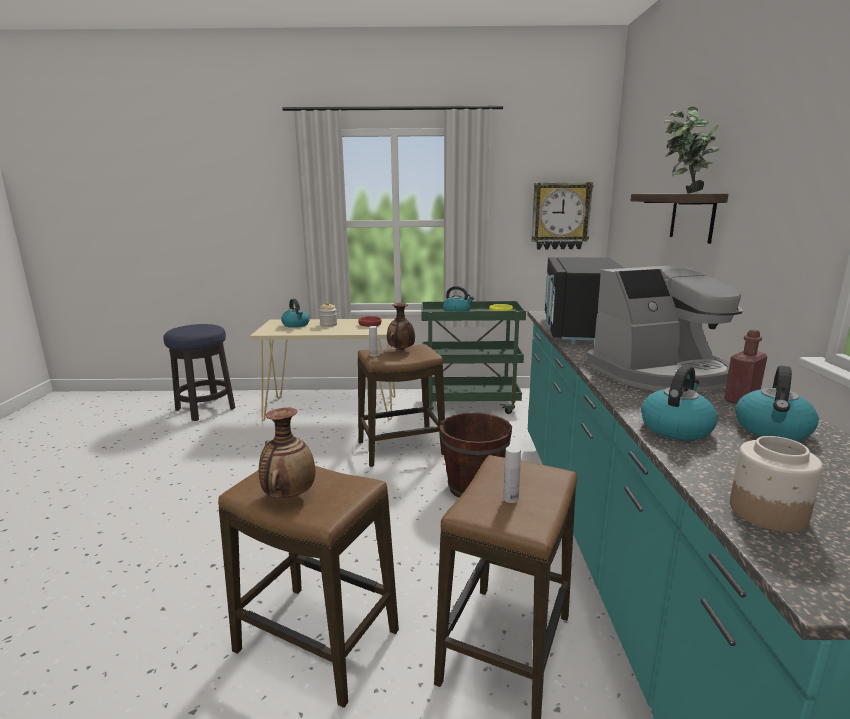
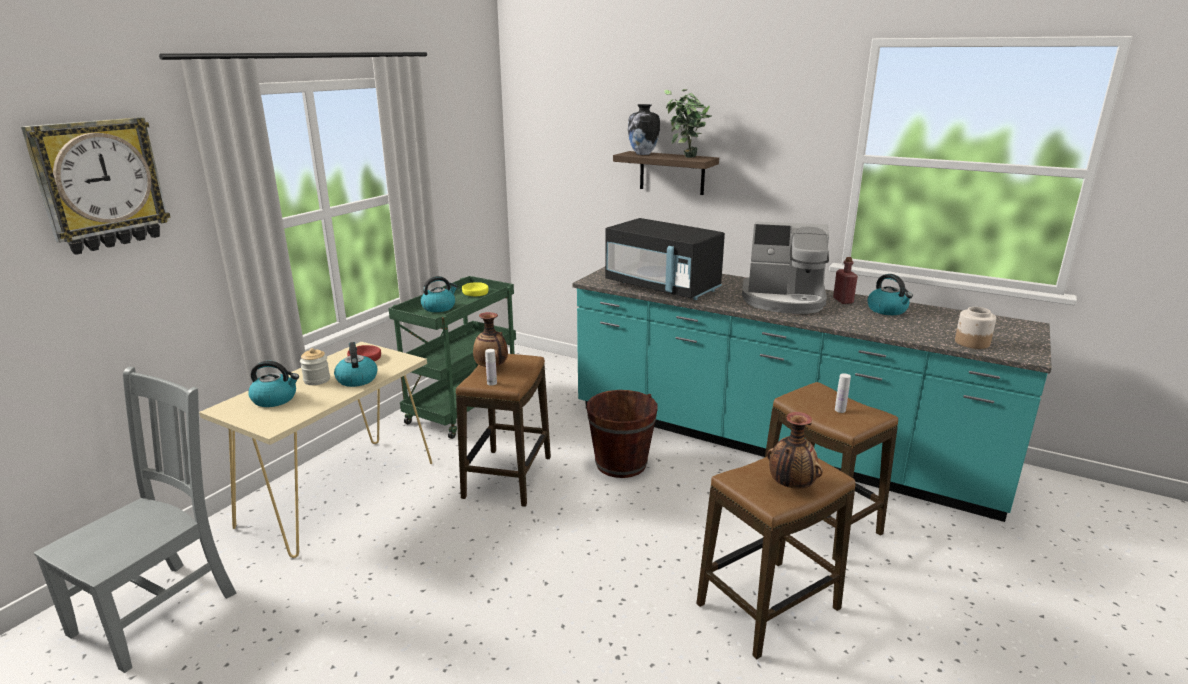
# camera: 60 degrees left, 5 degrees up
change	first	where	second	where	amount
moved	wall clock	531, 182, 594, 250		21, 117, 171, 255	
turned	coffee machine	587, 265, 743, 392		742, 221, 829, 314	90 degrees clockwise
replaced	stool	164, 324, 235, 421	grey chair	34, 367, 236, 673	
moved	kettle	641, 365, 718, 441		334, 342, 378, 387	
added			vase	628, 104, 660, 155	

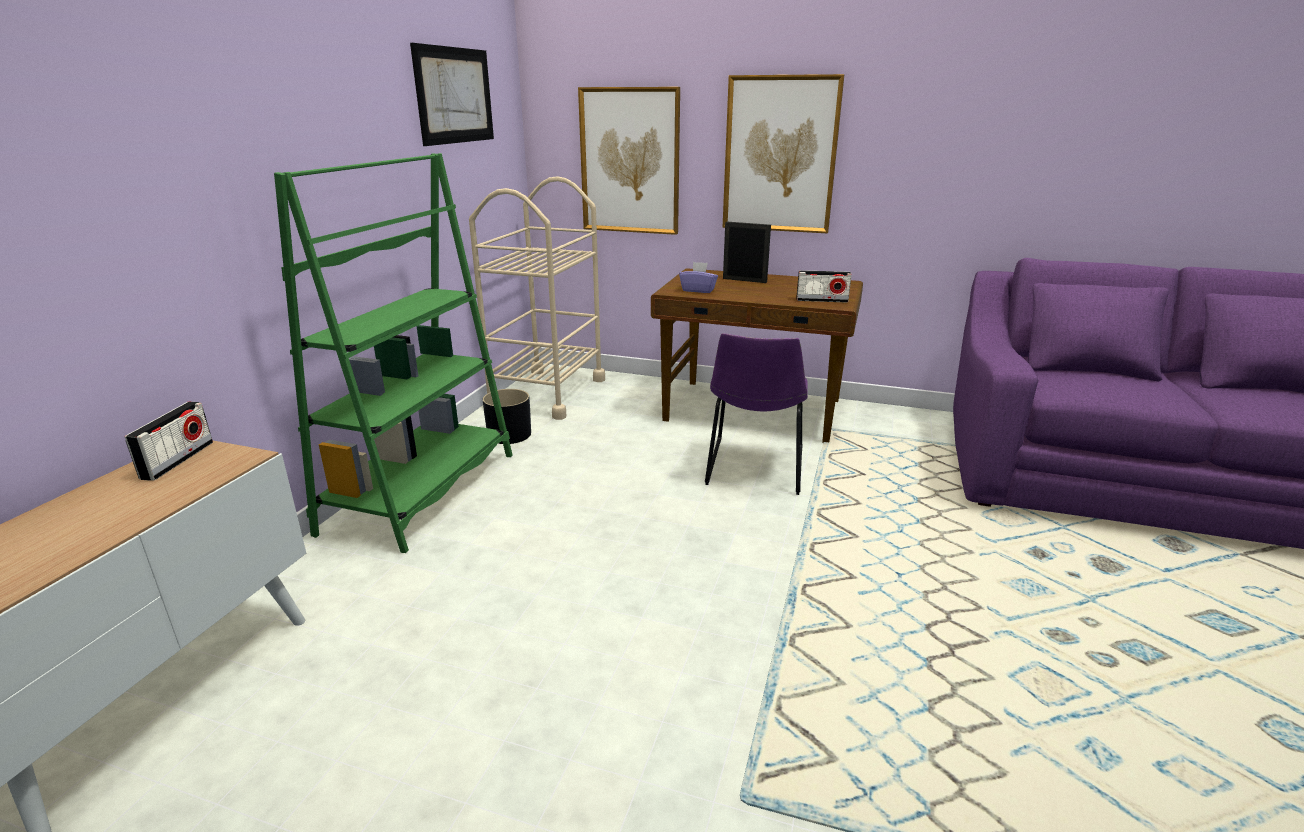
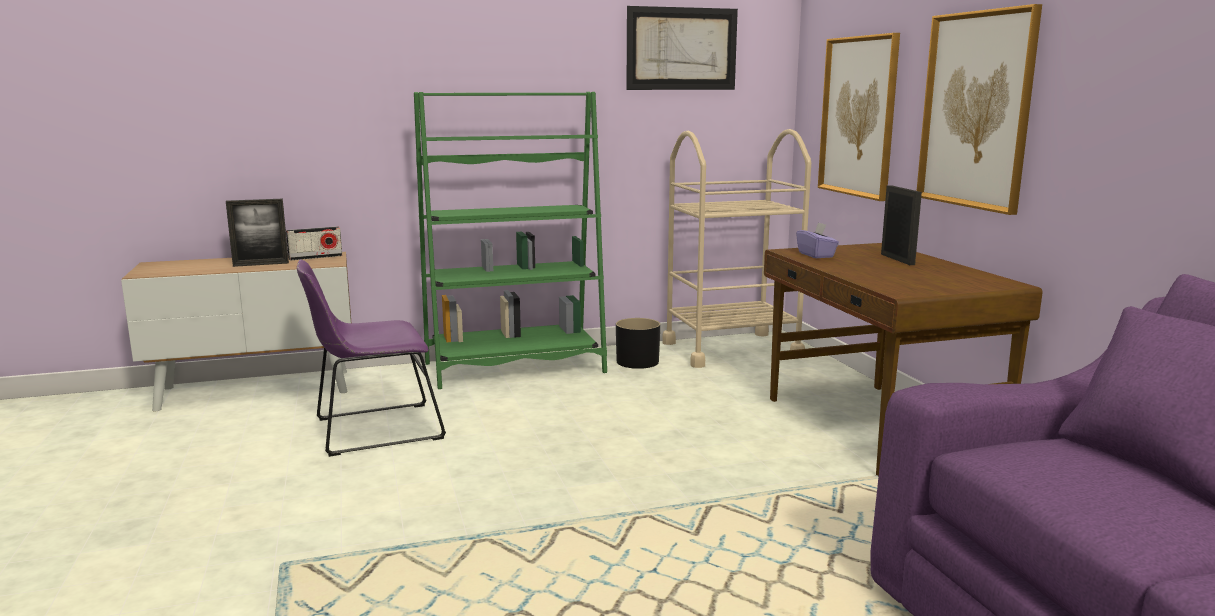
# camera: 55 degrees right, 10 degrees down
change	first	where	second	where	amount
removed	radio	796, 270, 852, 303			
moved	purple chair	705, 333, 808, 495		297, 259, 446, 457	
added			picture frame	226, 199, 289, 267	

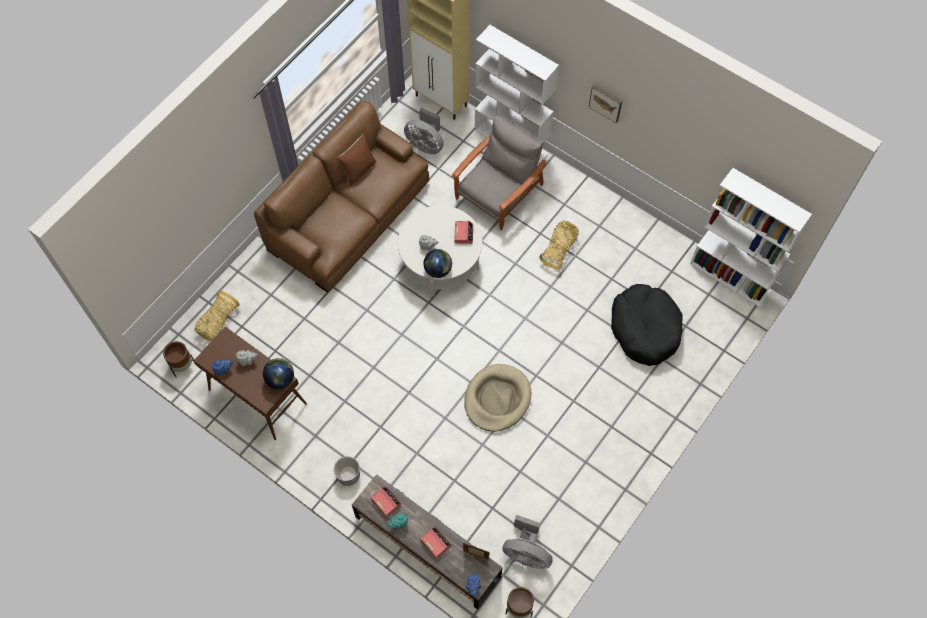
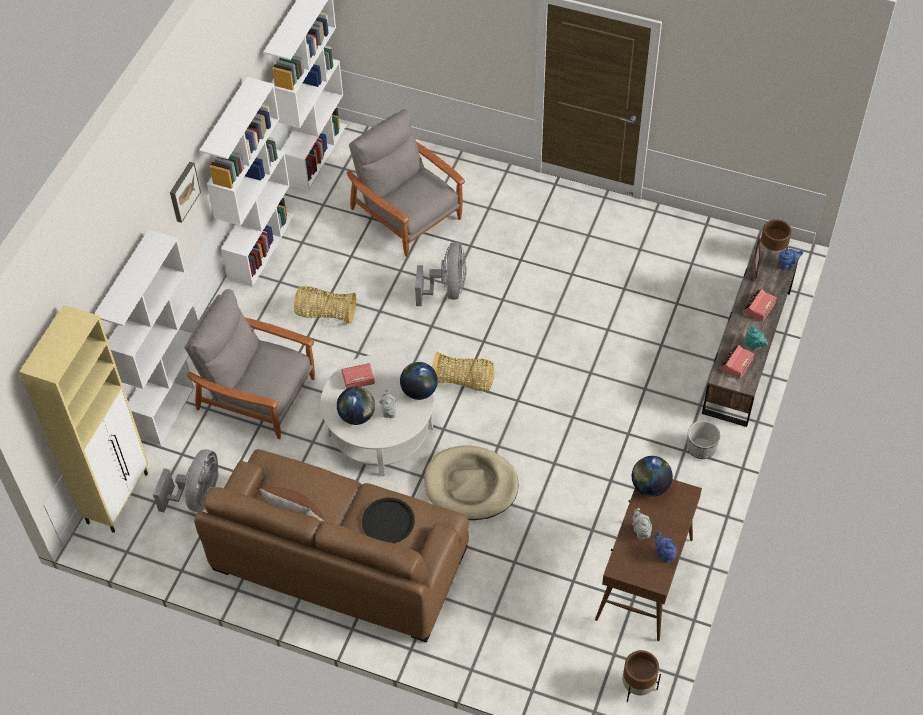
# camera: 105 degrees left, 10 degrees down
change	first	where	second	where	amount
replaced	black dog bed	611, 284, 683, 366	grey armchair	347, 109, 465, 257	
moved	basket	194, 291, 240, 341		432, 352, 494, 391	
moved	beige dog bed	465, 364, 531, 432		424, 446, 518, 520	
moved	grey fan	502, 515, 553, 569		415, 242, 467, 306	
added			white bookcase	199, 77, 294, 287	
added			globe	337, 387, 375, 425	
added			black tray	362, 498, 415, 543	

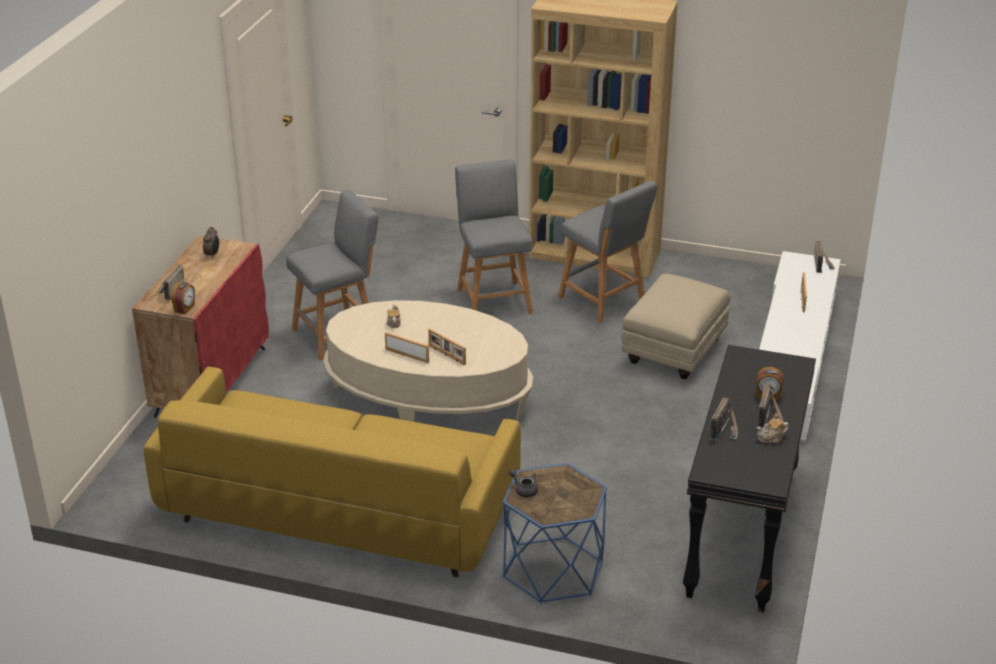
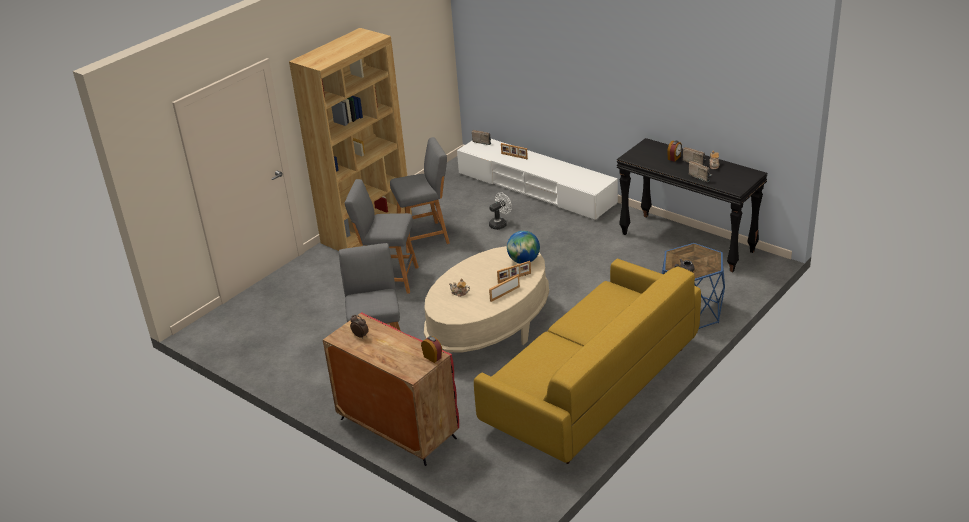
# camera: 65 degrees left, 0 degrees up
change	first	where	second	where	amount
removed	radio	159, 264, 184, 300			
replaced	beige ottoman	621, 274, 731, 379	white fan	489, 192, 512, 230	
added			globe	507, 231, 540, 264	

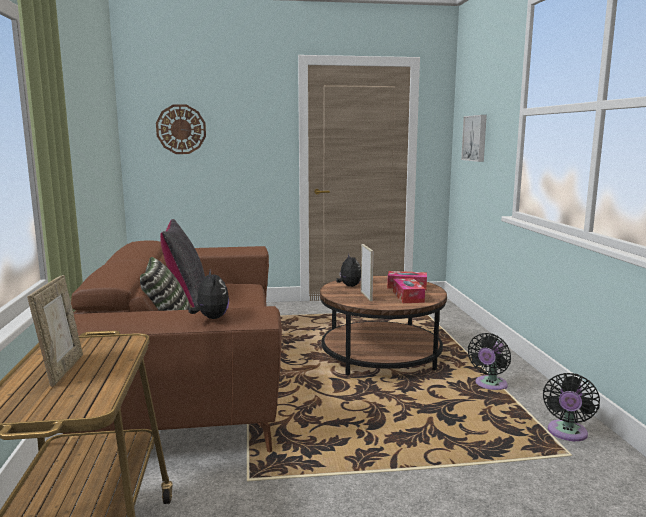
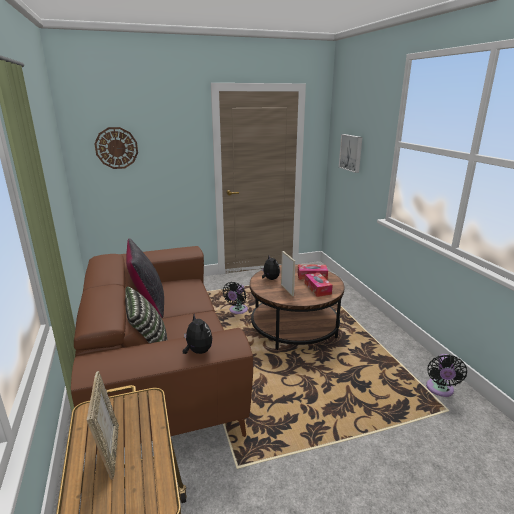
# camera: 10 degrees left, 10 degrees up
change	first	where	second	where	amount
moved	black fan	468, 333, 511, 390		222, 282, 248, 314	

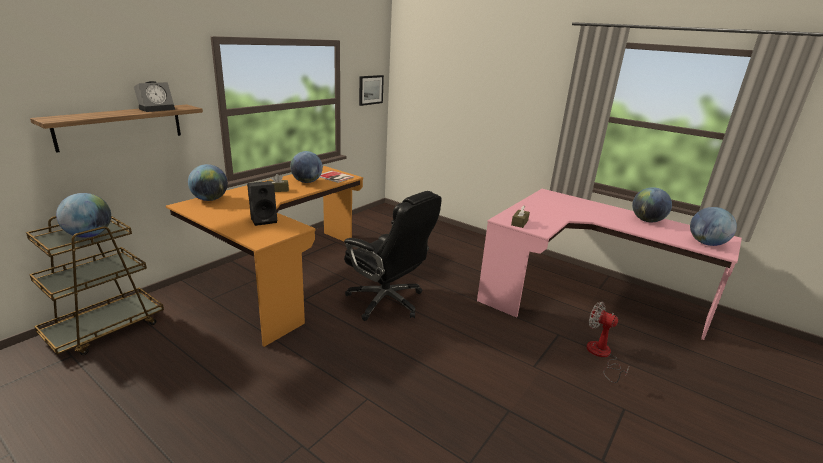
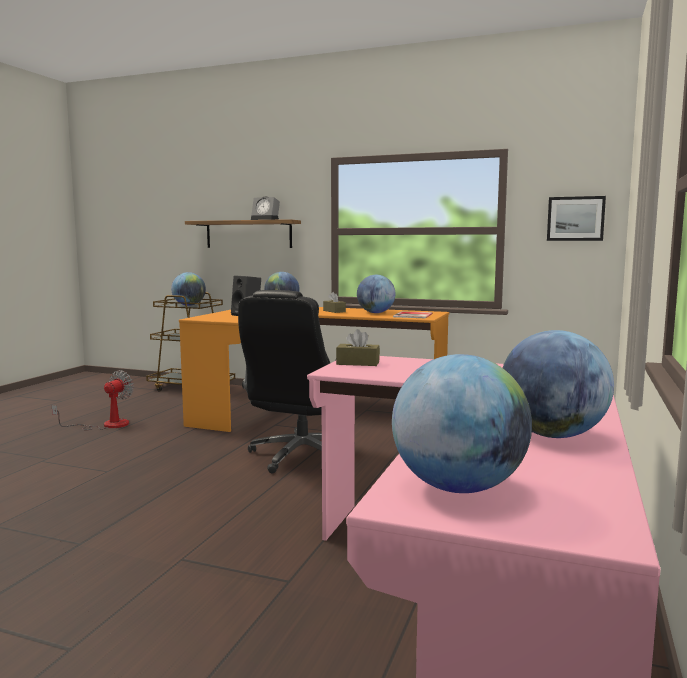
# camera: 75 degrees right, 15 degrees down
change	first	where	second	where	amount
moved	fan	586, 302, 629, 383		52, 370, 134, 430	

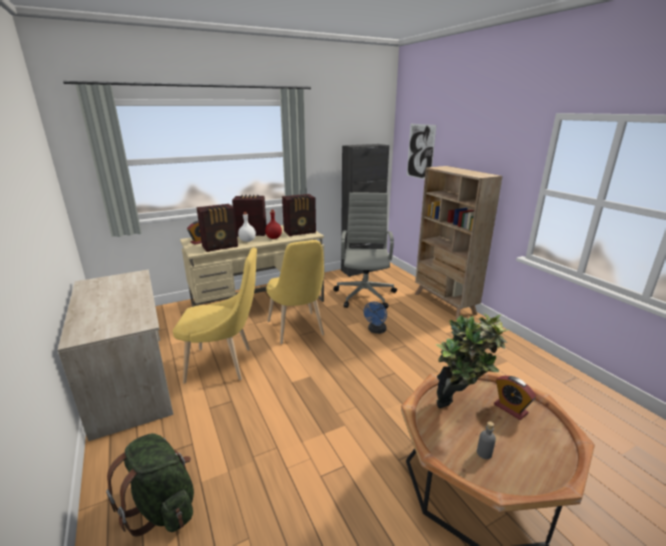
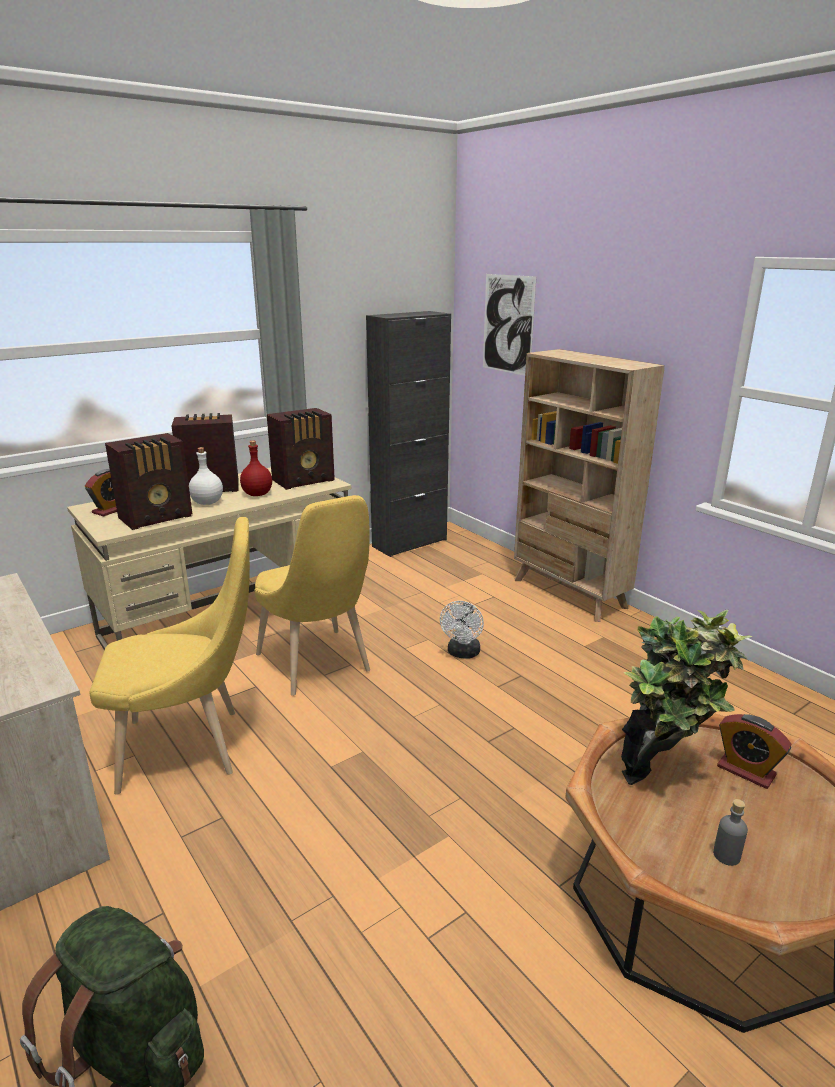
# camera: 10 degrees left, 0 degrees up
change	first	where	second	where	amount
removed	grey office chair	333, 193, 397, 309			
recoloured	blue fan	364, 302, 387, 334	white fan	440, 601, 484, 658	

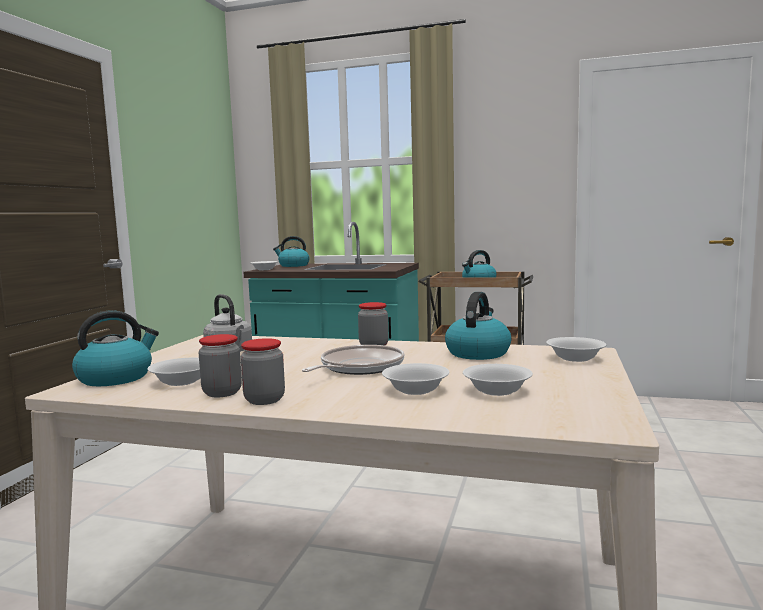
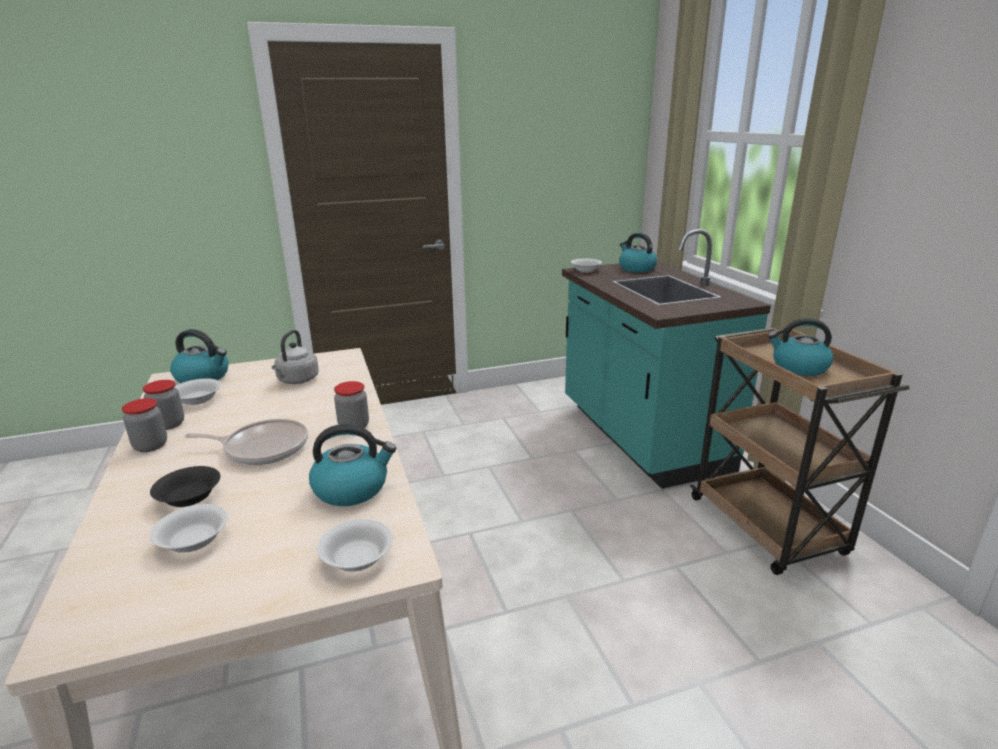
# camera: 55 degrees right, 15 degrees up
change	first	where	second	where	amount
recoloured	white bowl	382, 363, 449, 395	black bowl	150, 466, 220, 507	

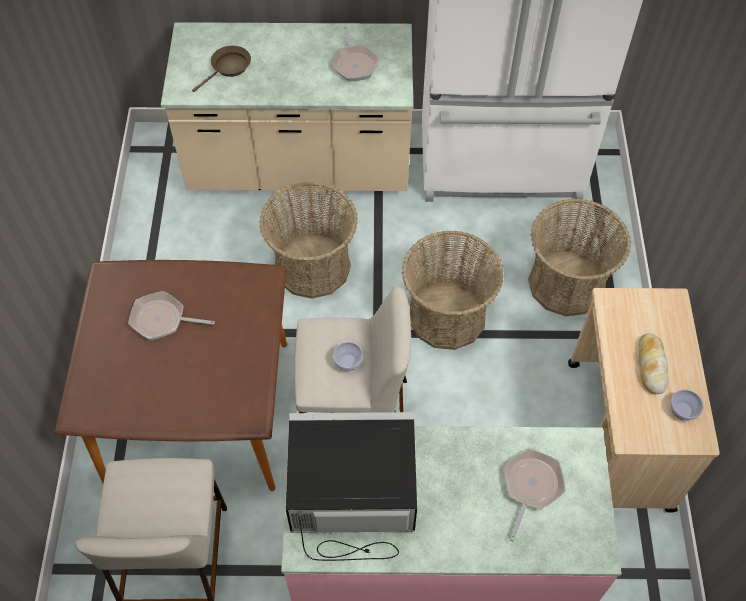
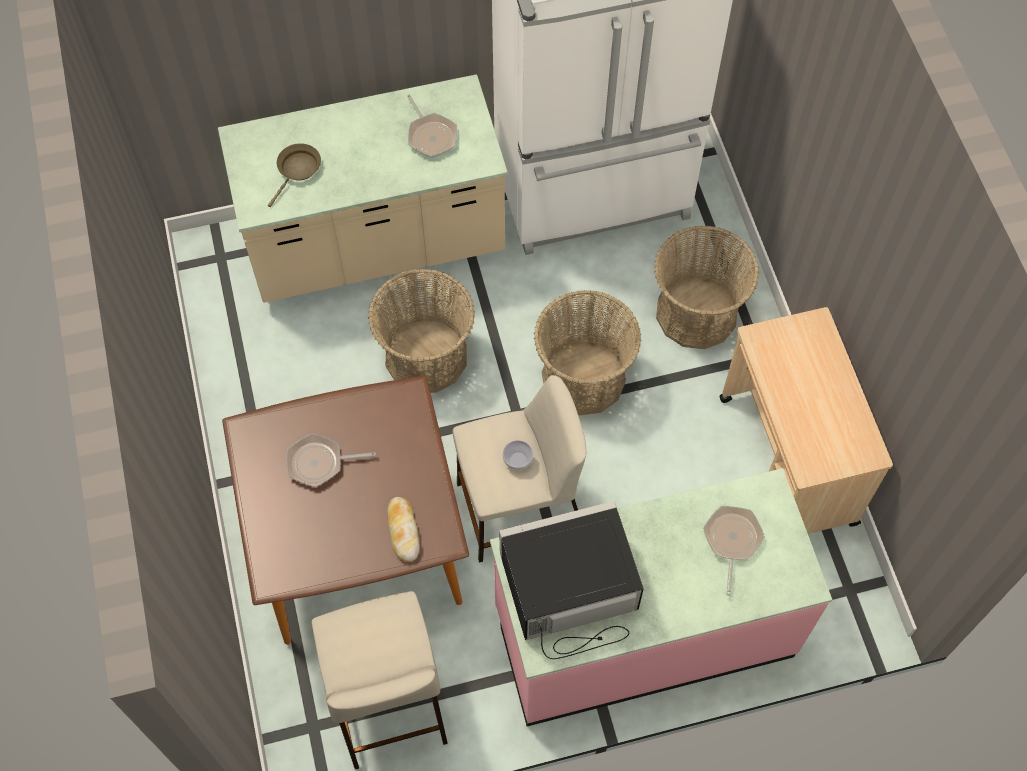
# camera: 15 degrees left, 5 degrees up
change	first	where	second	where	amount
moved	bread	639, 333, 668, 394		387, 497, 420, 562	
removed	bowl	670, 390, 703, 420			

